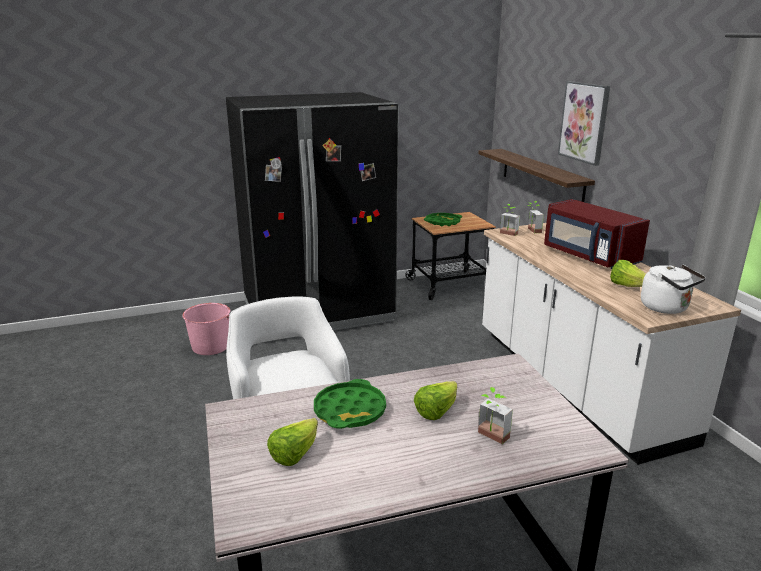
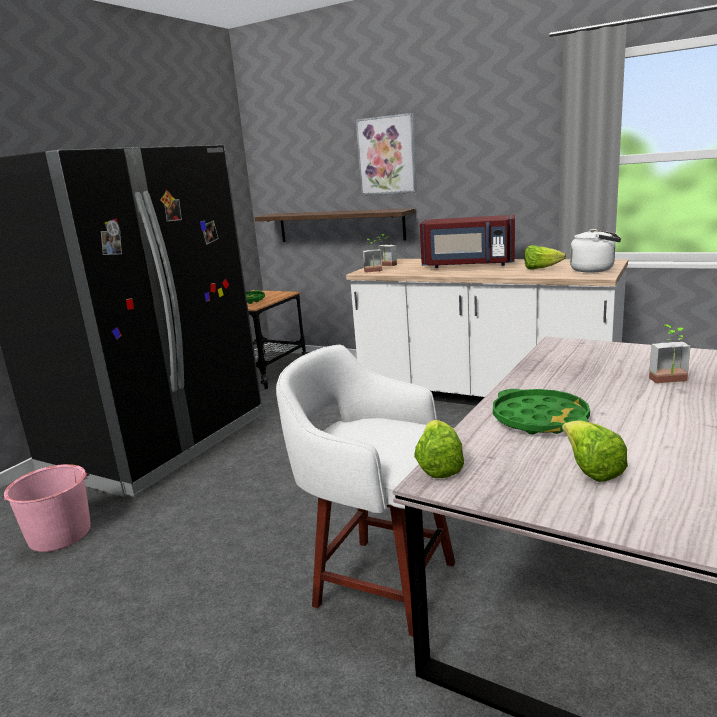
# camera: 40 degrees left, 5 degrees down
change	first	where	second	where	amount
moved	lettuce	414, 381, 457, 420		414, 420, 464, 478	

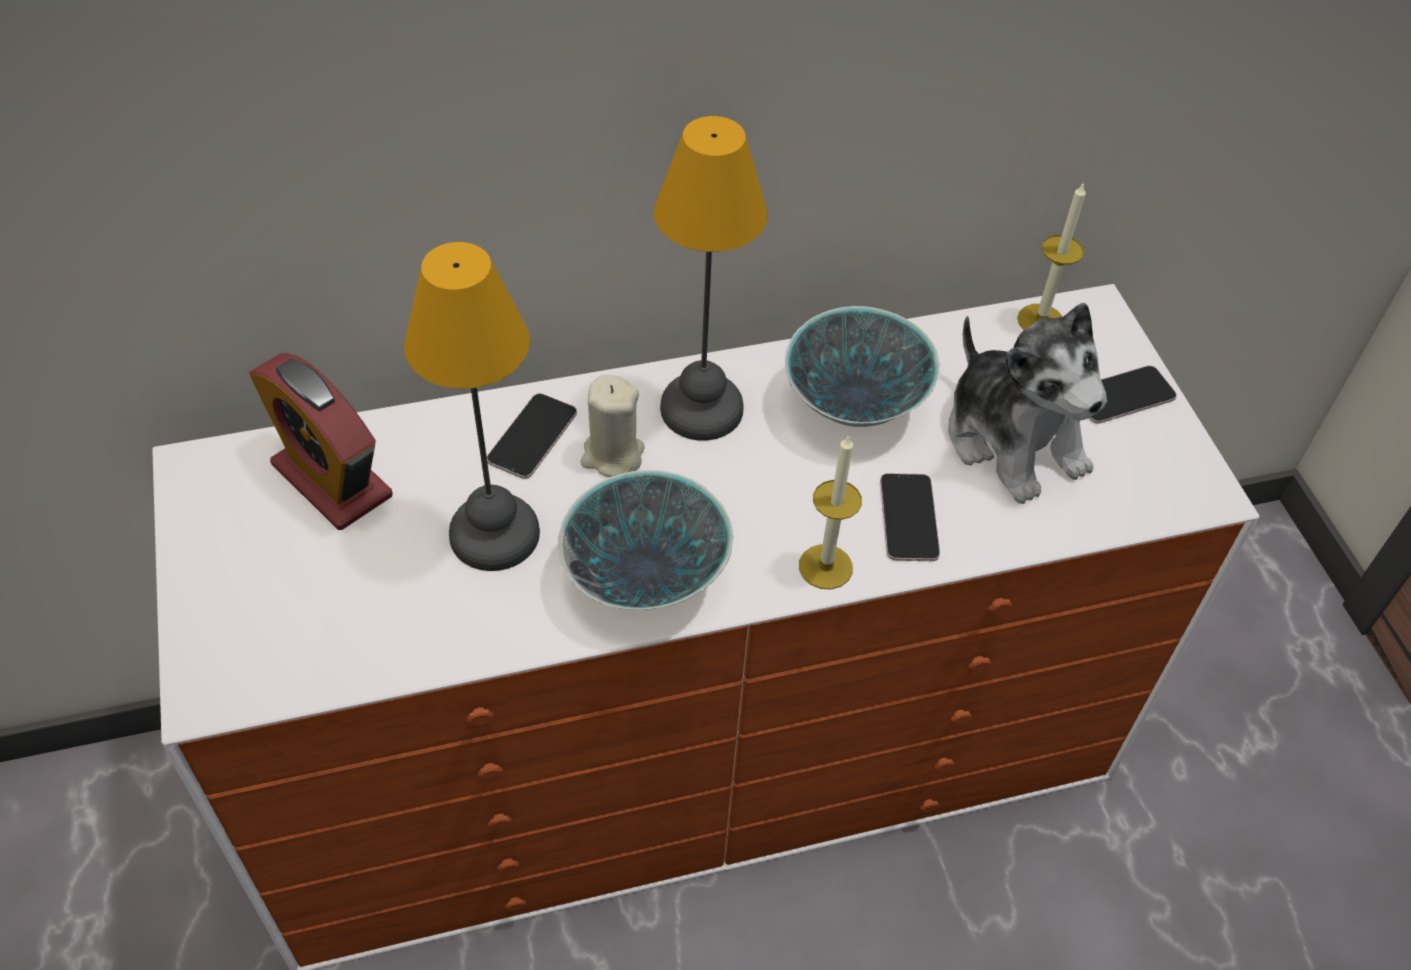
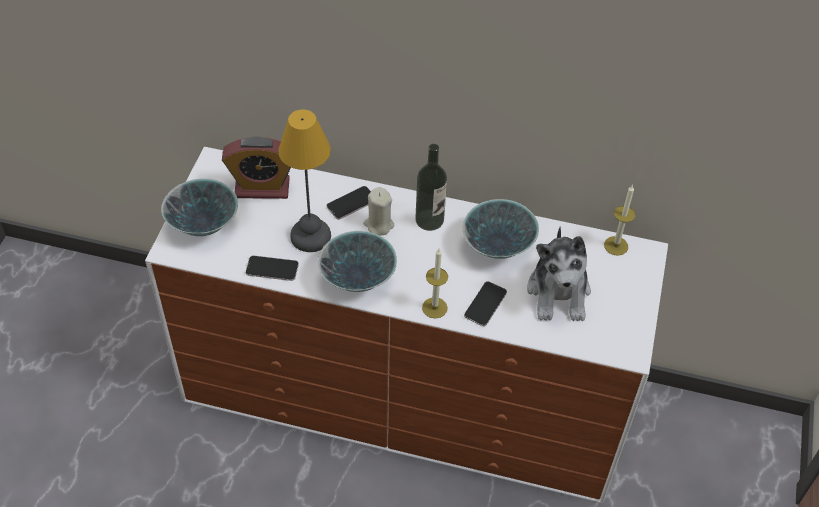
# camera: 30 degrees right, 0 degrees up
change	first	where	second	where	amount
replaced	table lamp	654, 116, 768, 441	bottle	415, 144, 447, 231	
turned	alarm clock	249, 353, 393, 530		222, 137, 291, 199	75 degrees counterclockwise
moved	phone	1089, 366, 1177, 424		245, 256, 299, 281	
added			bowl	161, 178, 238, 236	

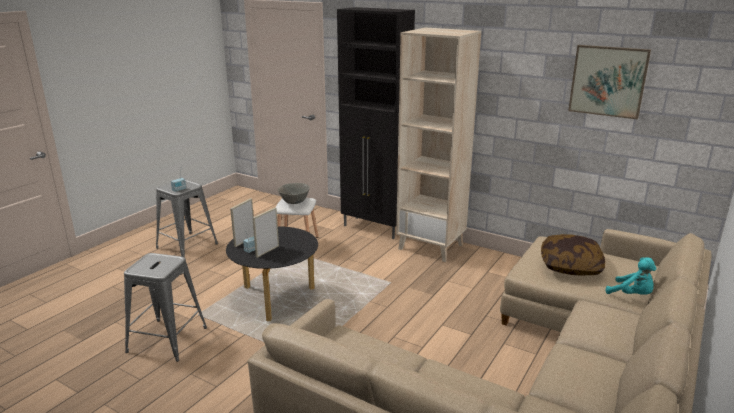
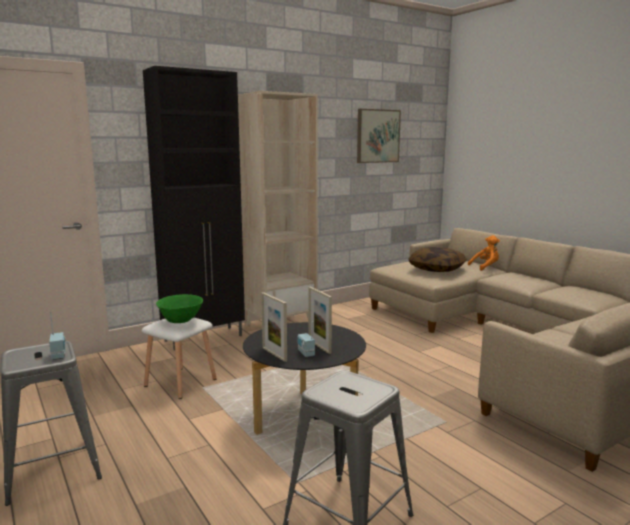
# camera: 65 degrees left, 10 degrees down
change	first	where	second	where	amount
recoloured	grey bowl	278, 183, 310, 204	green bowl	156, 294, 203, 323	
recoloured	turquoise plush toy	606, 257, 657, 295	orange plush toy	468, 235, 500, 271	

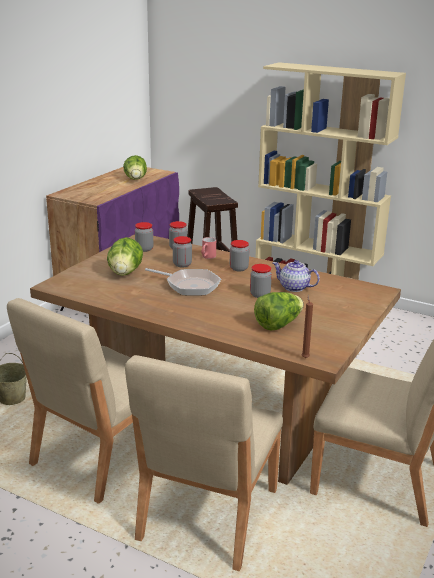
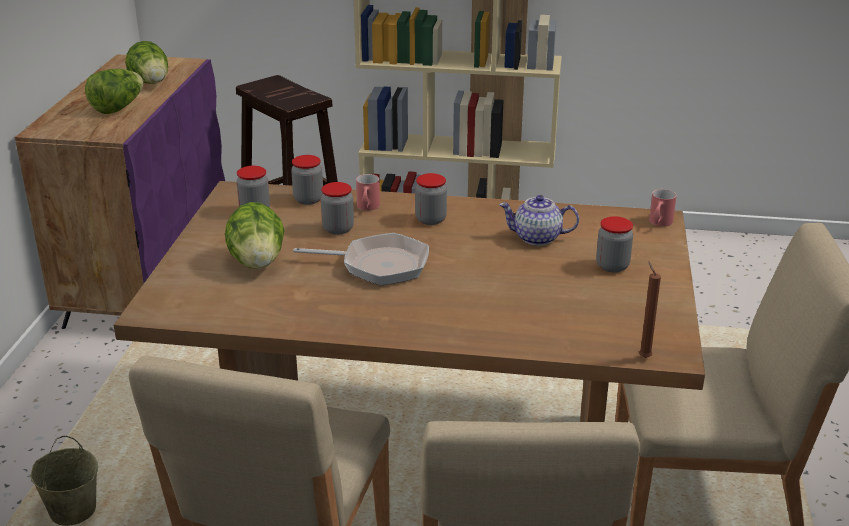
# camera: 20 degrees left, 5 degrees up
change	first	where	second	where	amount
moved	jar	250, 264, 272, 298		596, 216, 633, 273	
moved	lettuce	254, 292, 304, 330		85, 69, 144, 114	
added			red mug	649, 189, 677, 227	

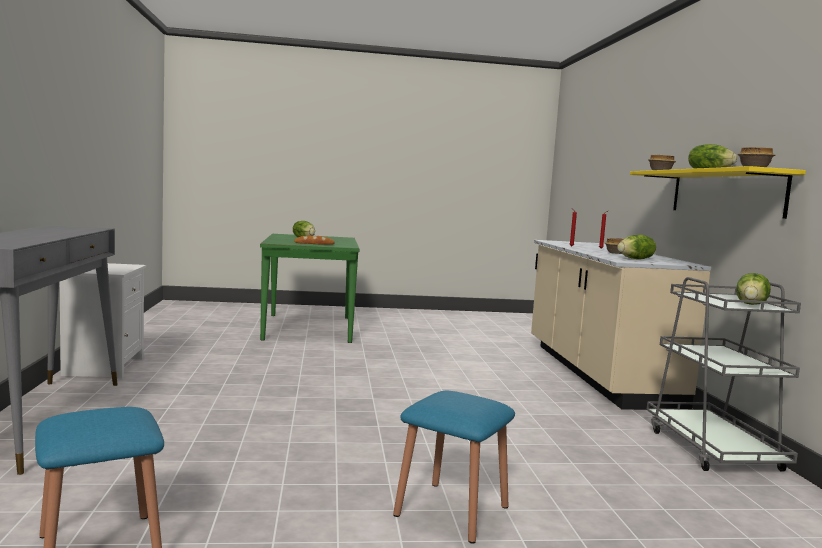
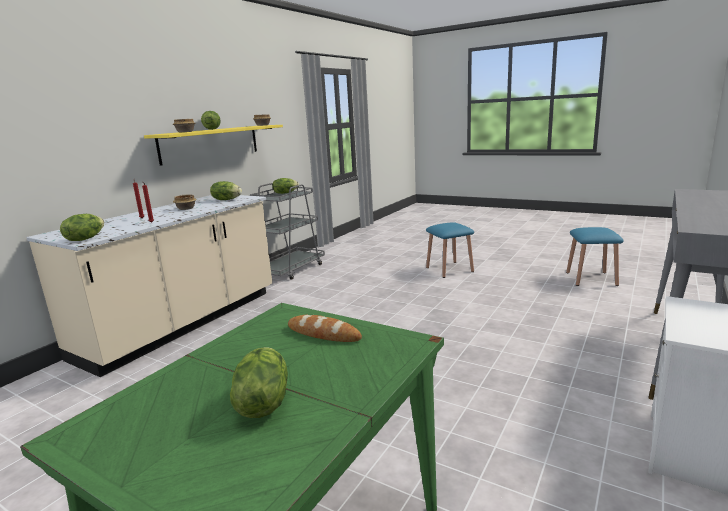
# camera: 140 degrees left, 10 degrees up
change	first	where	second	where	amount
added			lettuce	60, 214, 104, 241	

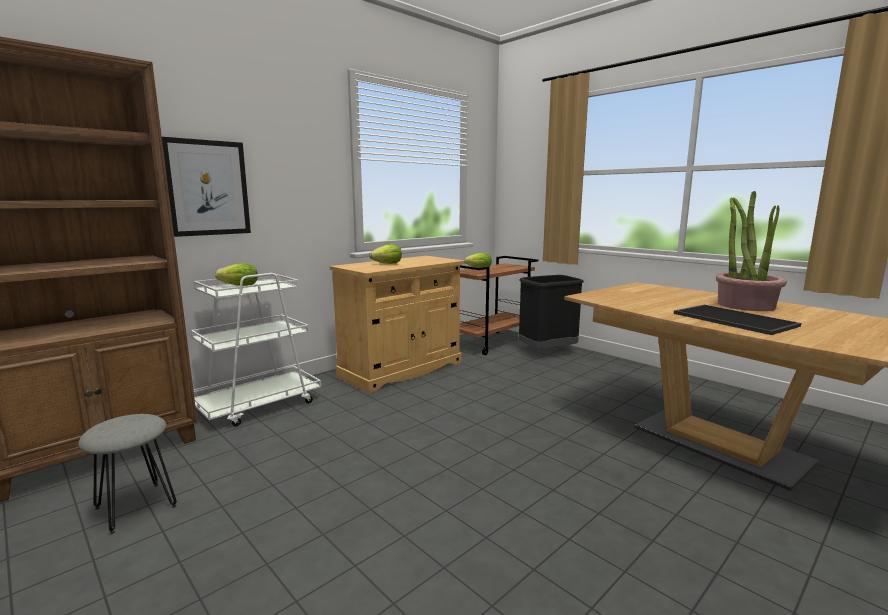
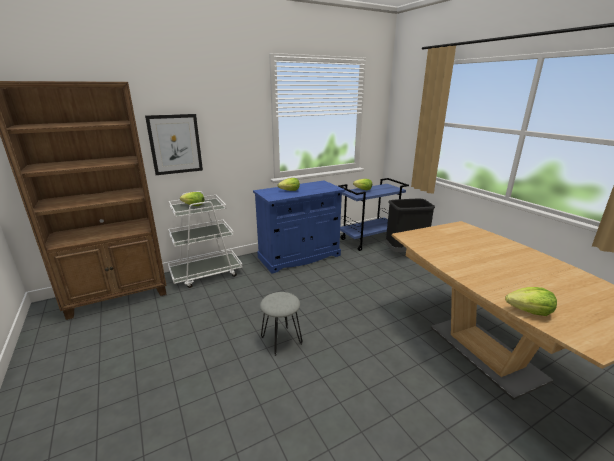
# camera: 15 degrees right, 10 degrees up
change	first	where	second	where	amount
removed	potted plant	716, 191, 787, 311			
recoloured	beige cabinet	330, 256, 465, 393	blue cabinet	253, 181, 345, 274	
recoloured	brown cart	460, 256, 538, 355	blue cart	338, 178, 409, 251	
removed	tray	674, 305, 801, 335			
moved	grey stool	78, 414, 177, 535		260, 292, 303, 356	
added			lettuce	505, 287, 557, 316	

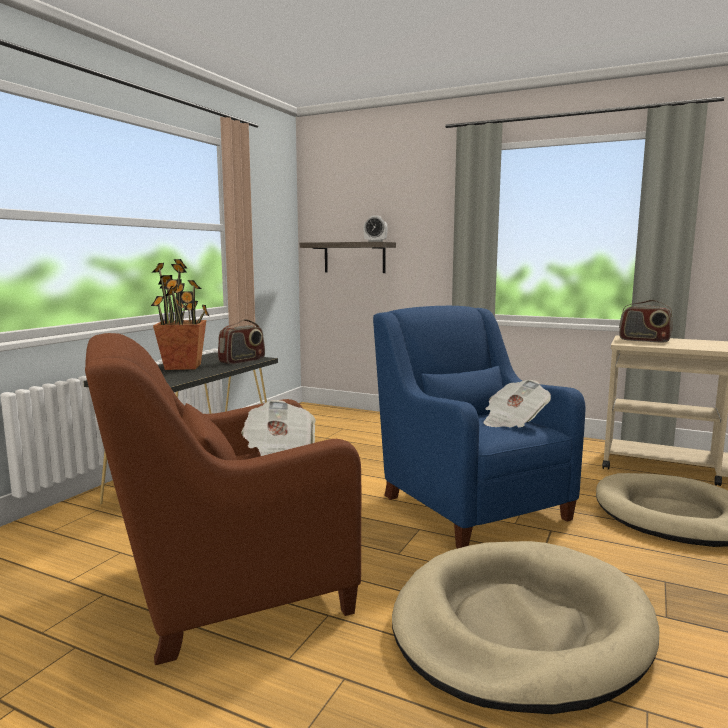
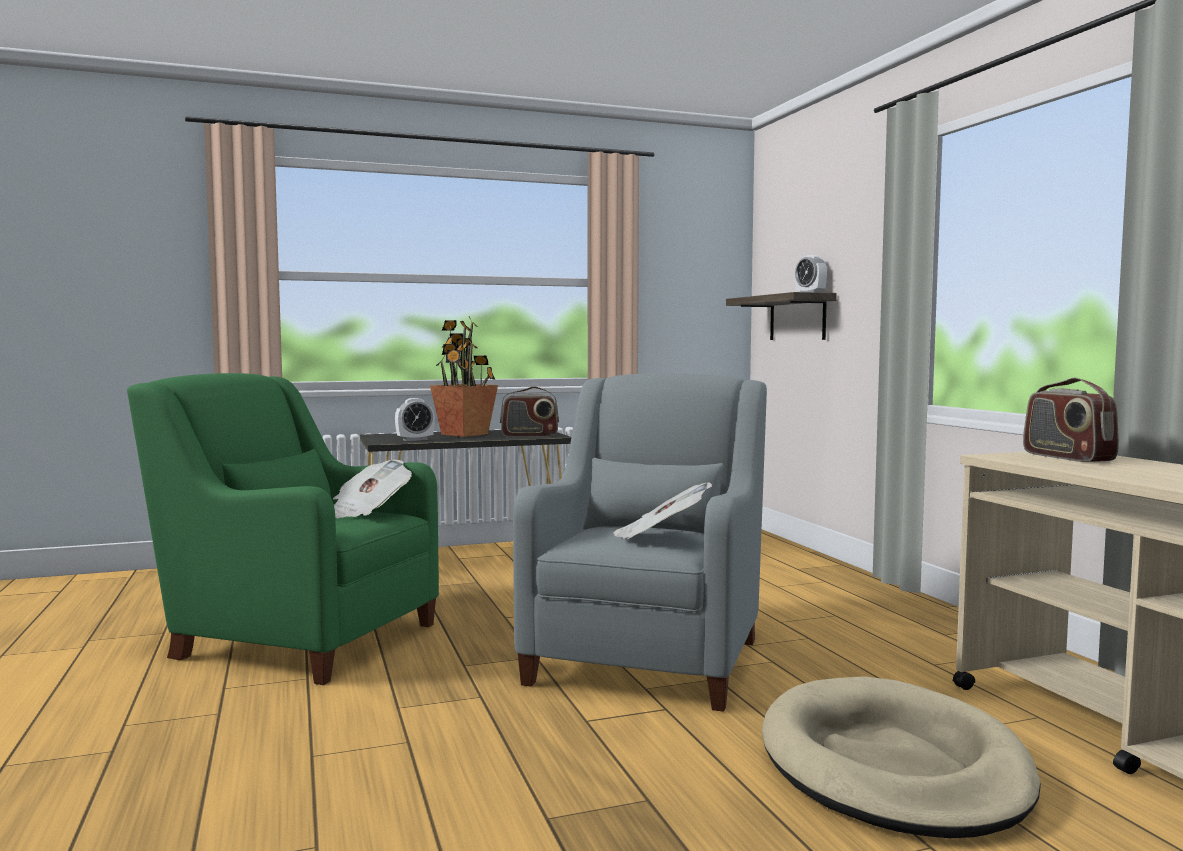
# camera: 45 degrees right, 5 degrees down
change	first	where	second	where	amount
recoloured	blue armchair	373, 306, 585, 548	grey armchair	513, 373, 767, 712	
recoloured	brown armchair	85, 333, 361, 665	green armchair	127, 373, 439, 685	
removed	beige dog bed	392, 541, 659, 714			
added			alarm clock	395, 398, 435, 441	

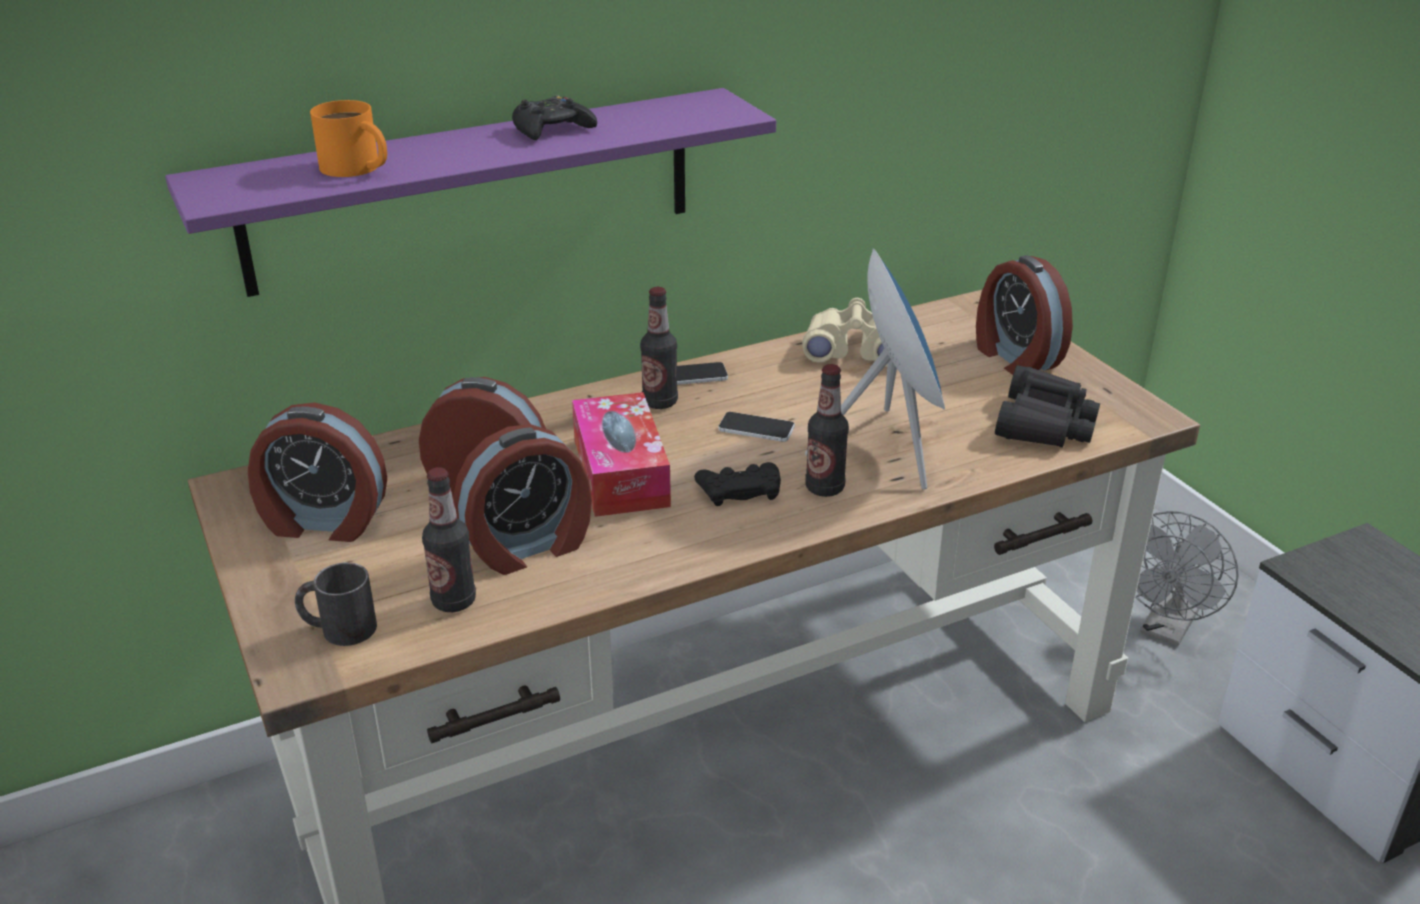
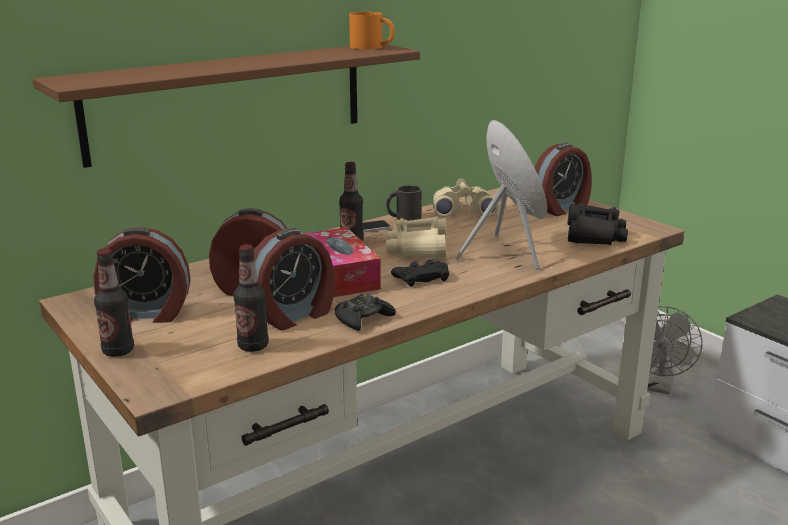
# camera: 10 degrees left, 10 degrees down
change	first	where	second	where	amount
recoloured	purple shelf	165, 88, 776, 297	brown shelf	32, 45, 420, 168	
moved	black game controller	512, 95, 597, 140		335, 294, 396, 331	
moved	orange mug	310, 100, 387, 177		349, 12, 395, 49	
turned	alarm clock	976, 255, 1073, 375		535, 143, 592, 216	90 degrees counterclockwise
moved	bottle	805, 364, 849, 497		94, 248, 134, 357	
replaced	phone	718, 412, 795, 442	beige binoculars	386, 217, 447, 259	
moved	black mug	295, 562, 377, 646		386, 185, 422, 221	

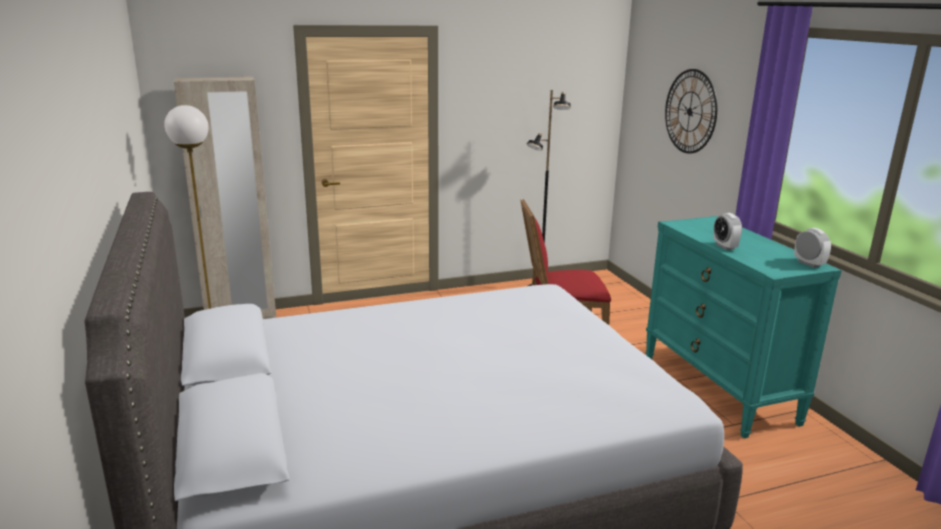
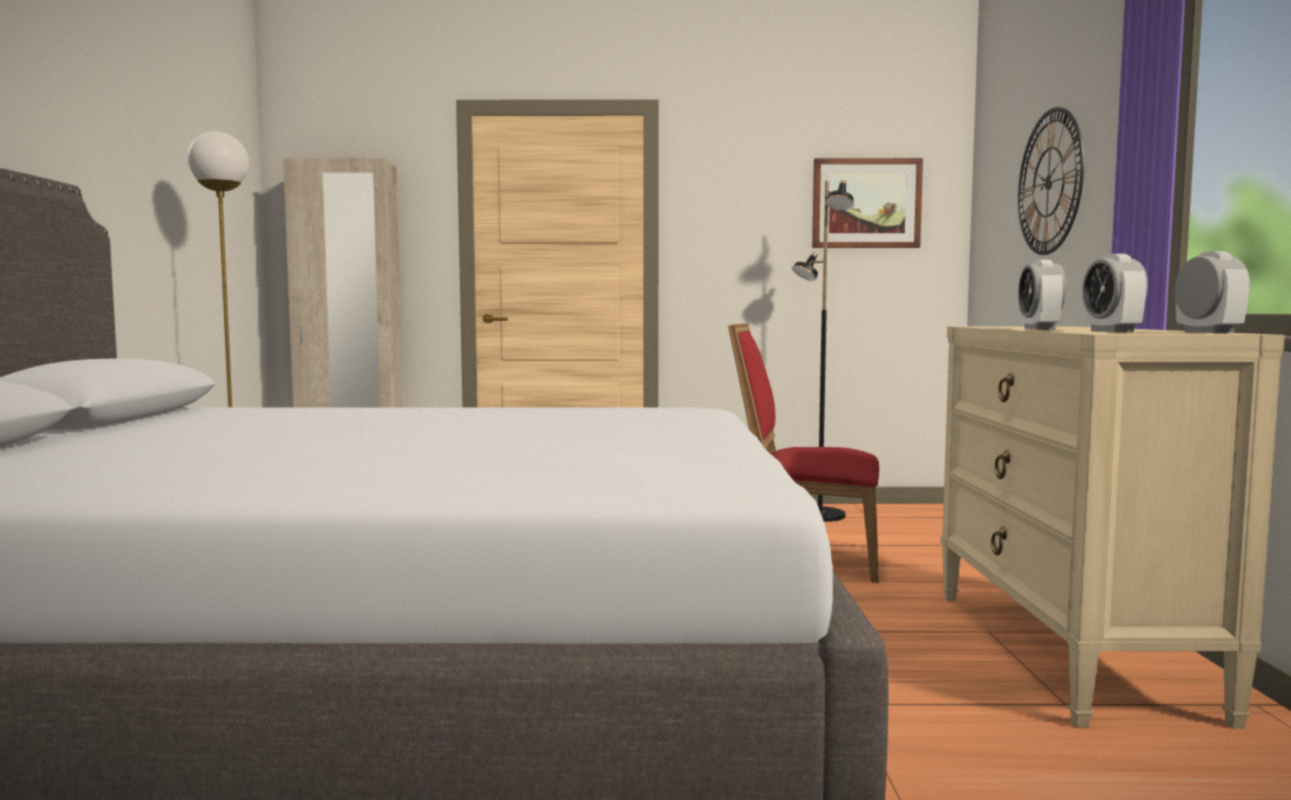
# camera: 20 degrees right, 15 degrees down
change	first	where	second	where	amount
recoloured	turquoise dresser	645, 216, 842, 438	beige dresser	940, 326, 1285, 729	
added			picture	812, 158, 923, 248	
added			alarm clock	1082, 254, 1148, 332	

